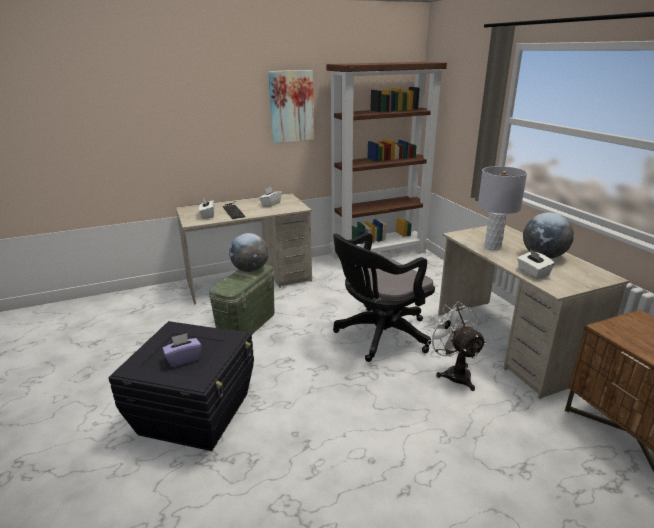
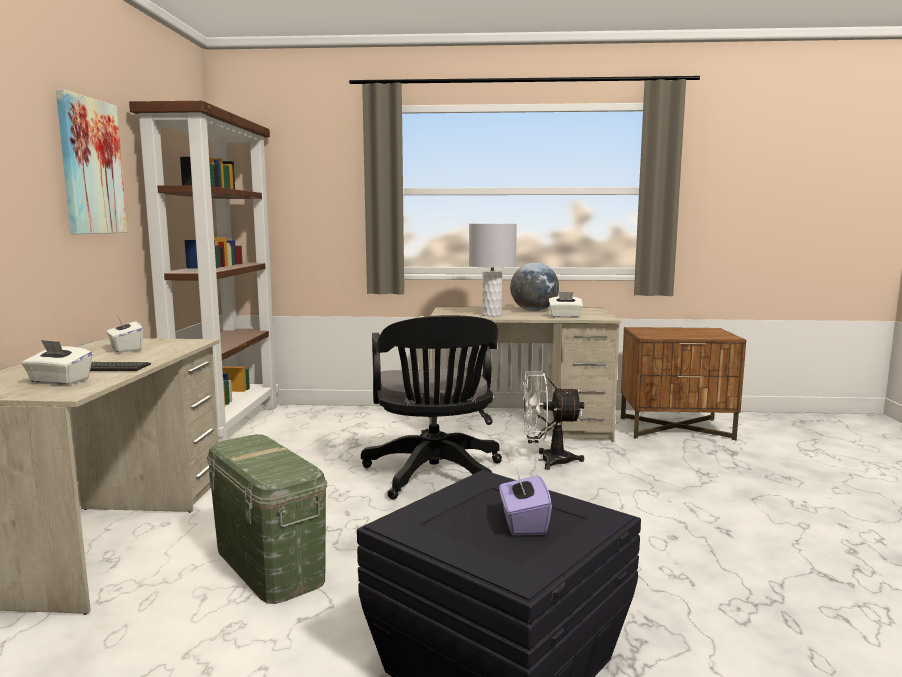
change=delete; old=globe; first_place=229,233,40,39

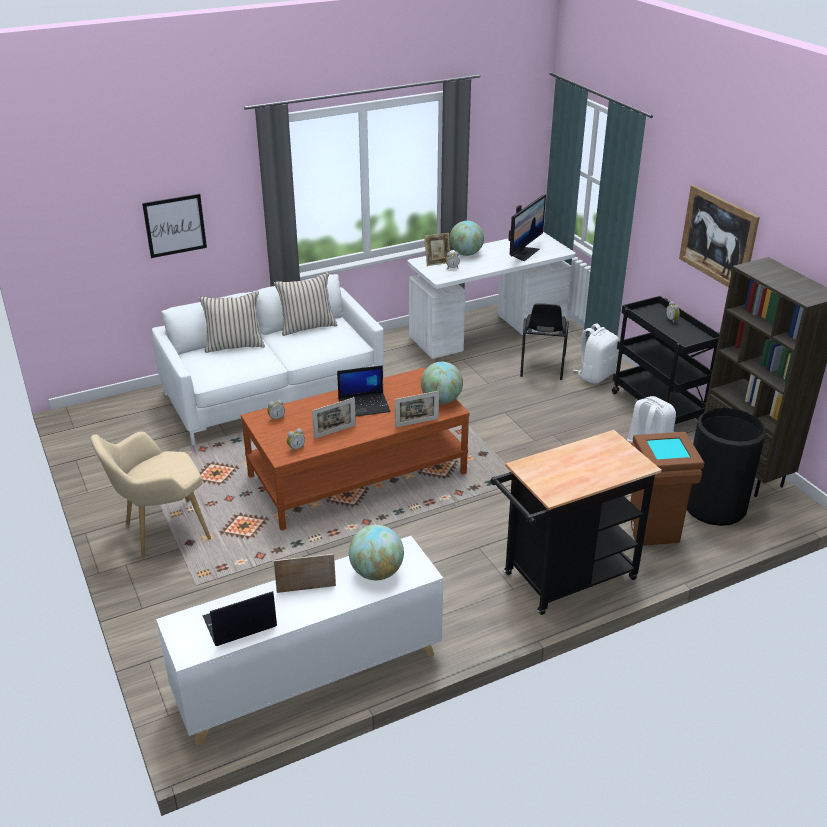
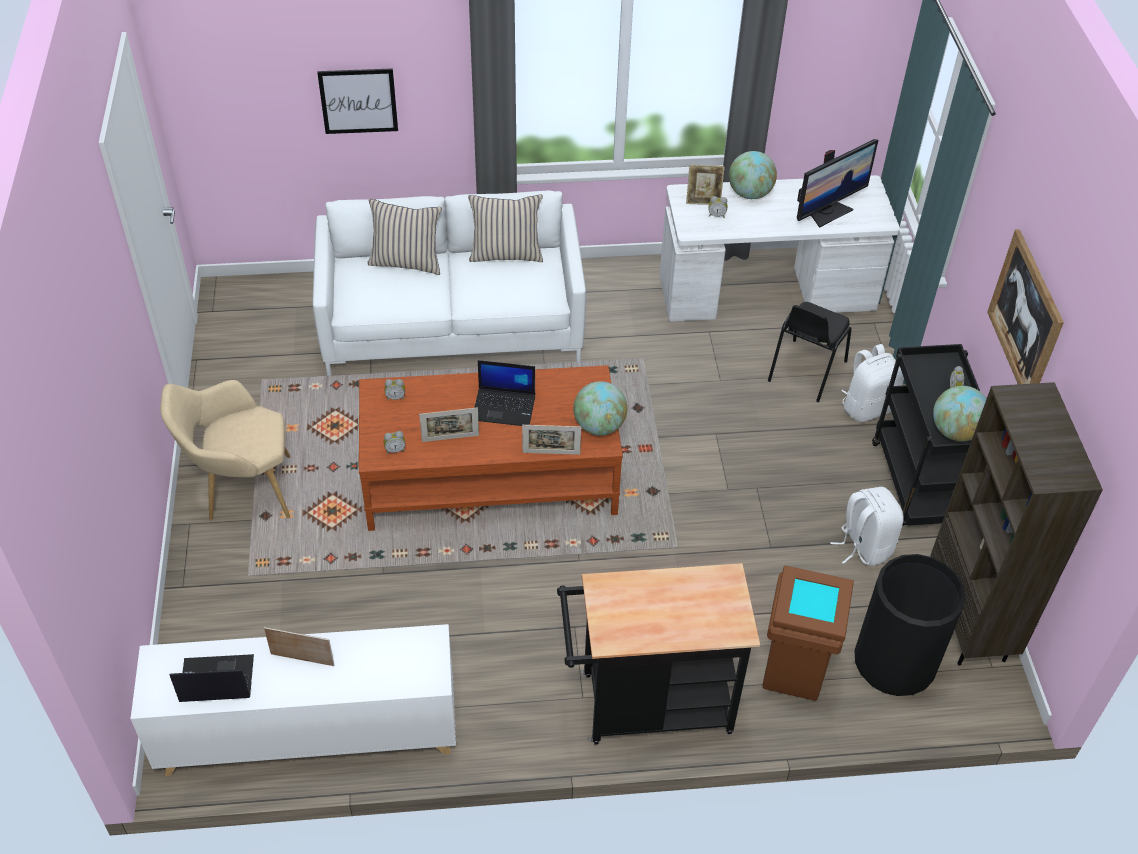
change=move; old=globe; first_place=349,525,55,55; second_place=933,386,54,56

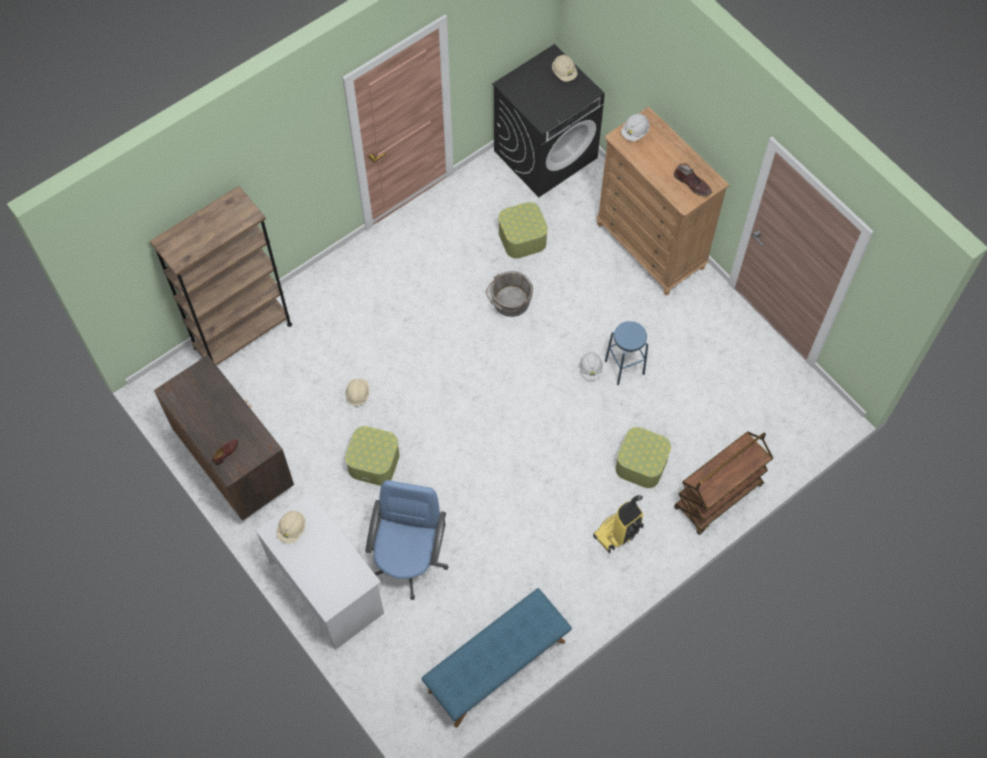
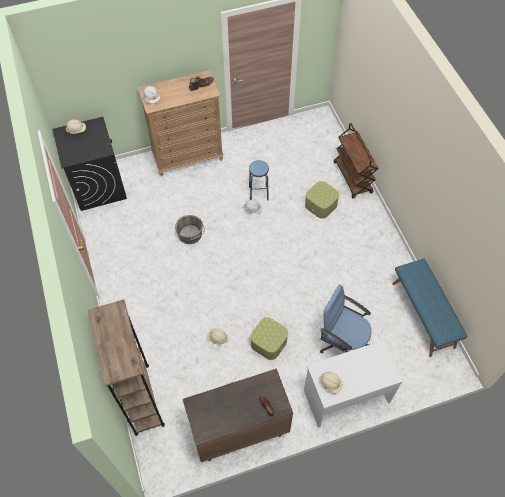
change=delete; old=boîte de rangement; first_place=498,202,50,57
change=delete; old=aspirateur; first_place=593,495,51,58

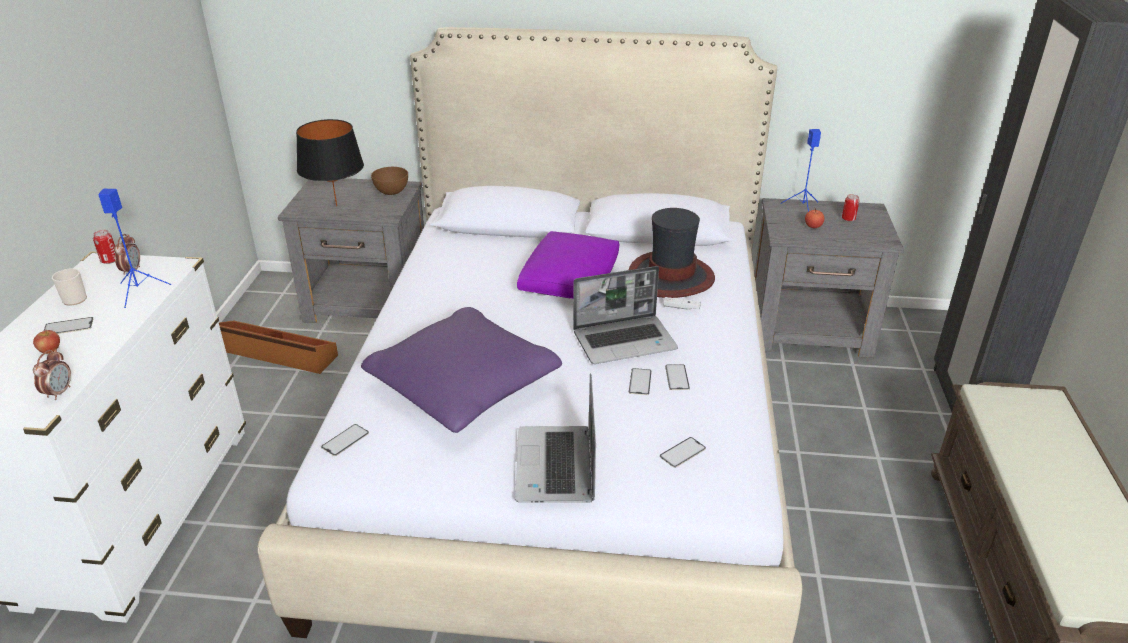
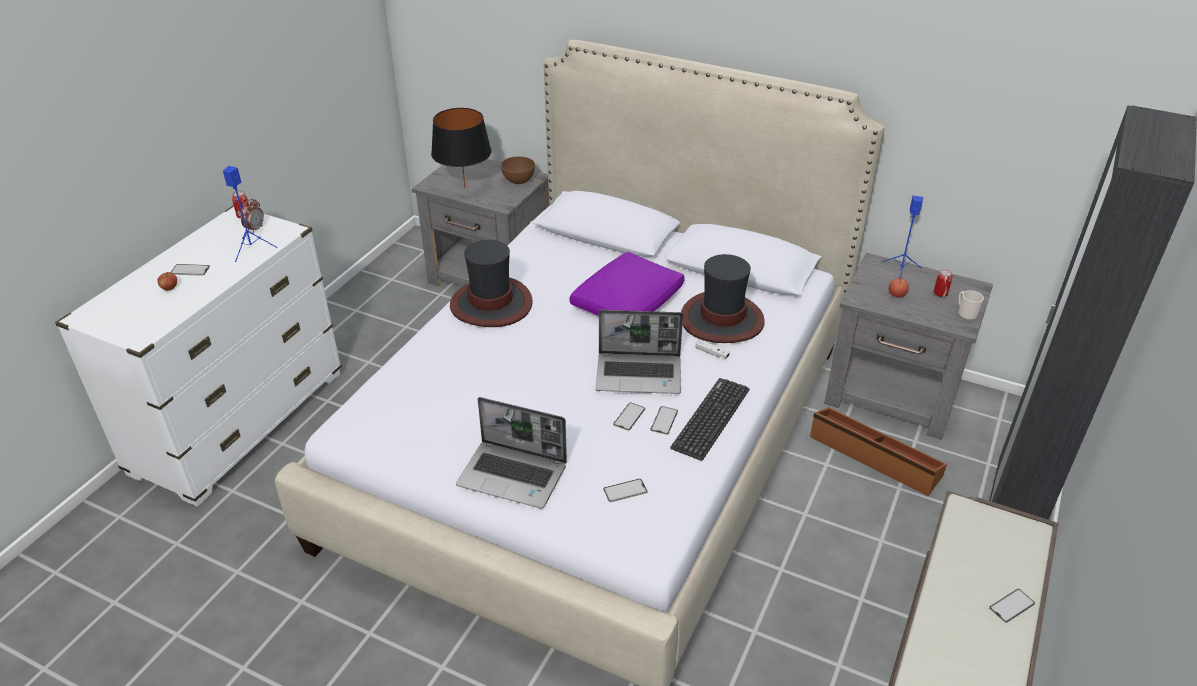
change=move; old=mug; first_place=52,268,35,38; second_place=959,290,25,30
change=delete; old=coussin (violet); first_place=361,307,201,126
change=move; old=boîte de rangement (marron); first_place=219,320,119,54; second_place=810,407,137,89
change=delete; old=réveil; first_place=33,349,38,51
change=rotate; old=ordinateur portable; first_place=515,373,81,130; second_place=456,397,111,112; degrees=-90
change=move; old=téléphone; first_place=321,424,48,32; second_place=989,589,46,34
change=insert; new=chapeau; second_place=450,240,83,87
change=insert; new=clavier; second_place=670,378,80,83

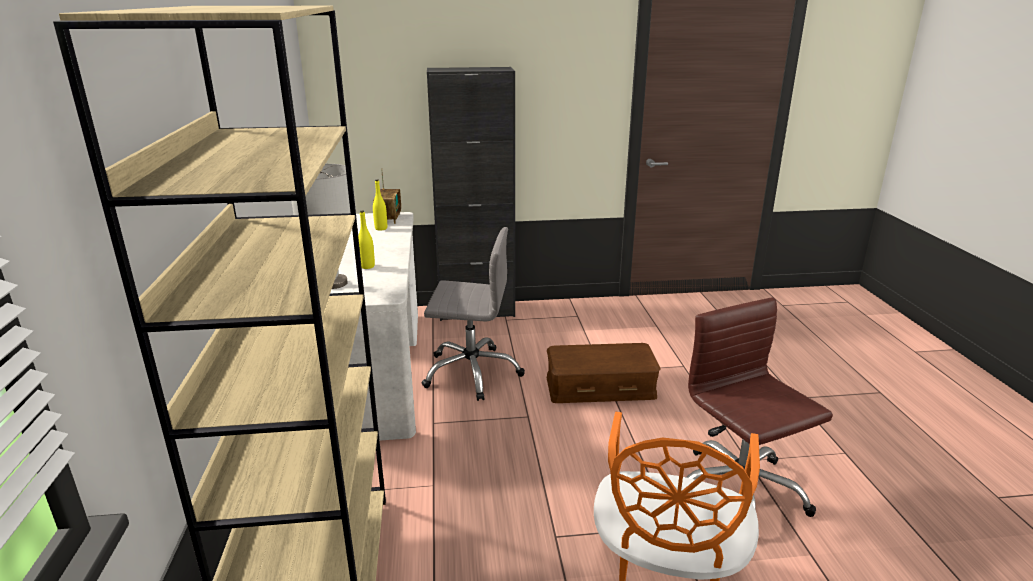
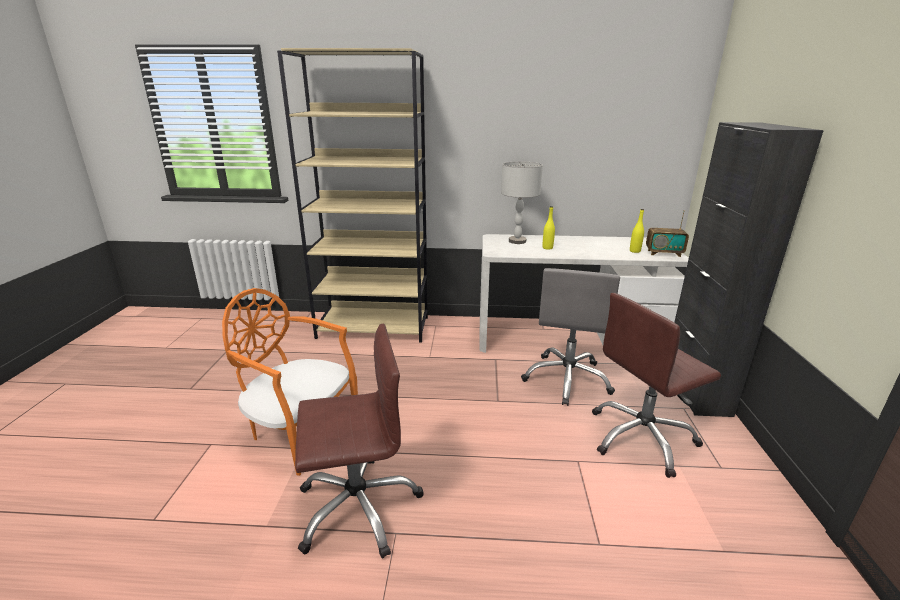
change=delete; old=boîte de rangement (marron); first_place=547,343,114,60
change=insert; new=chaise de bureau (marron); second_place=592,293,129,185

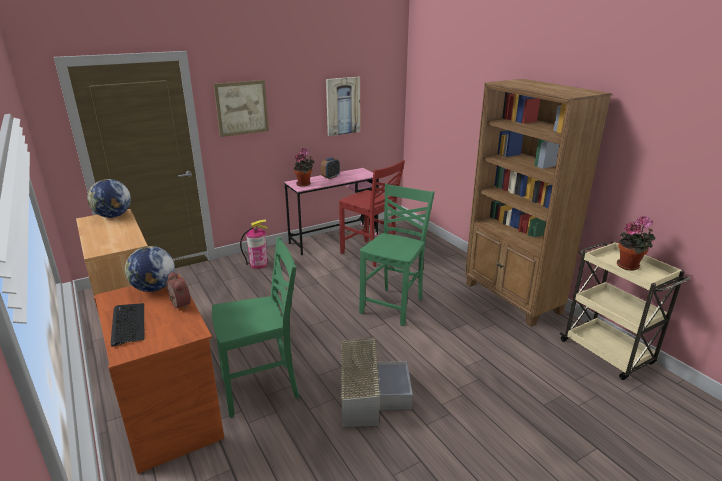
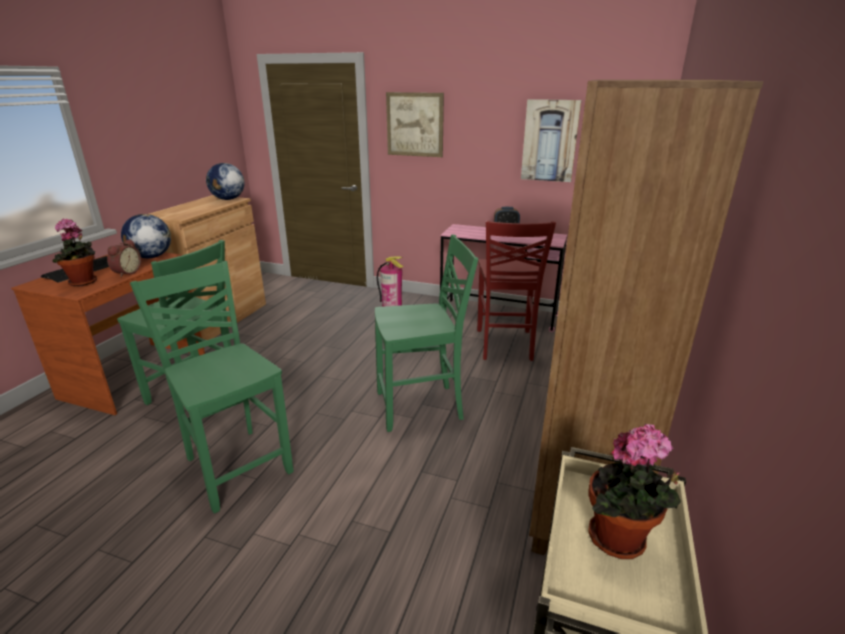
change=move; old=plante en pot; first_place=294,148,20,39; second_place=52,219,45,67
change=replace; old=boîte de rangement (gris); new=chaise (vert); first_place=341,338,72,89; second_place=130,261,163,253

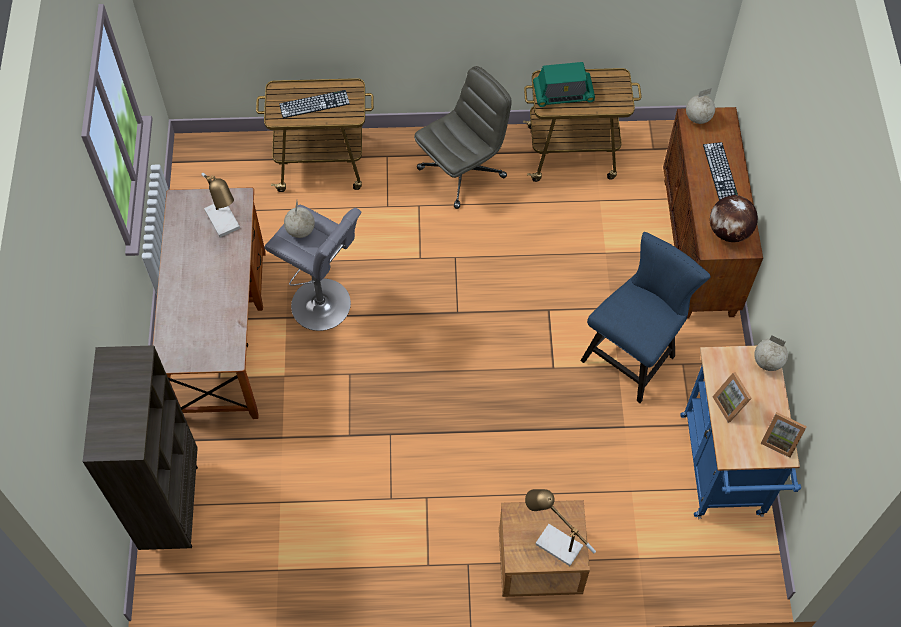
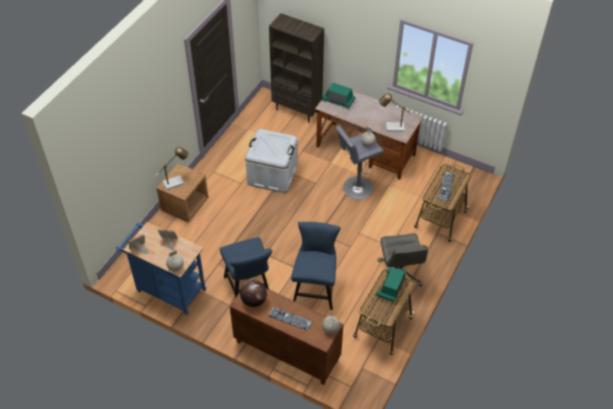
change=insert; new=radio; second_place=322,83,33,26
change=insert; new=boîte de rangement (blanc); second_place=245,129,53,64
change=insert; new=chaise (bleu); second_place=291,222,50,88

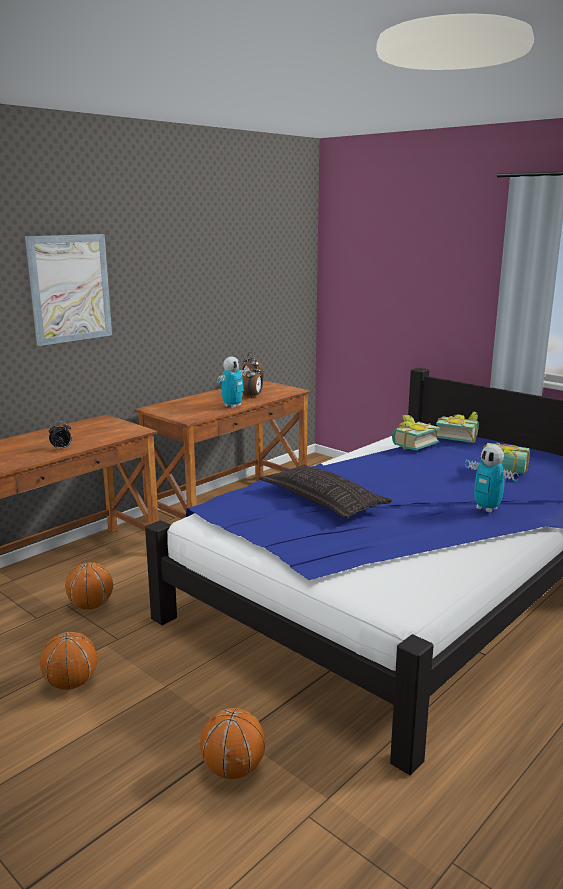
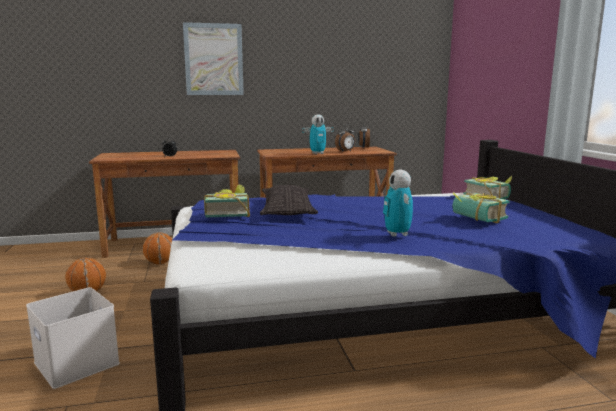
change=move; old=livre; first_place=392,415,48,35; second_place=204,184,46,34
change=replace; old=ballon de basket; new=boîte de rangement (blanc); first_place=200,708,65,71; second_place=26,287,94,102

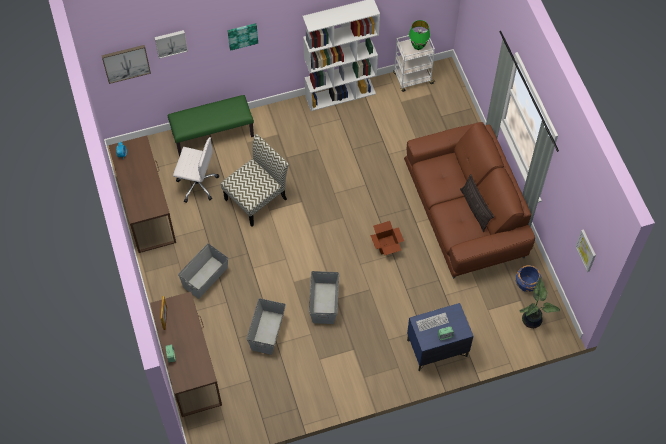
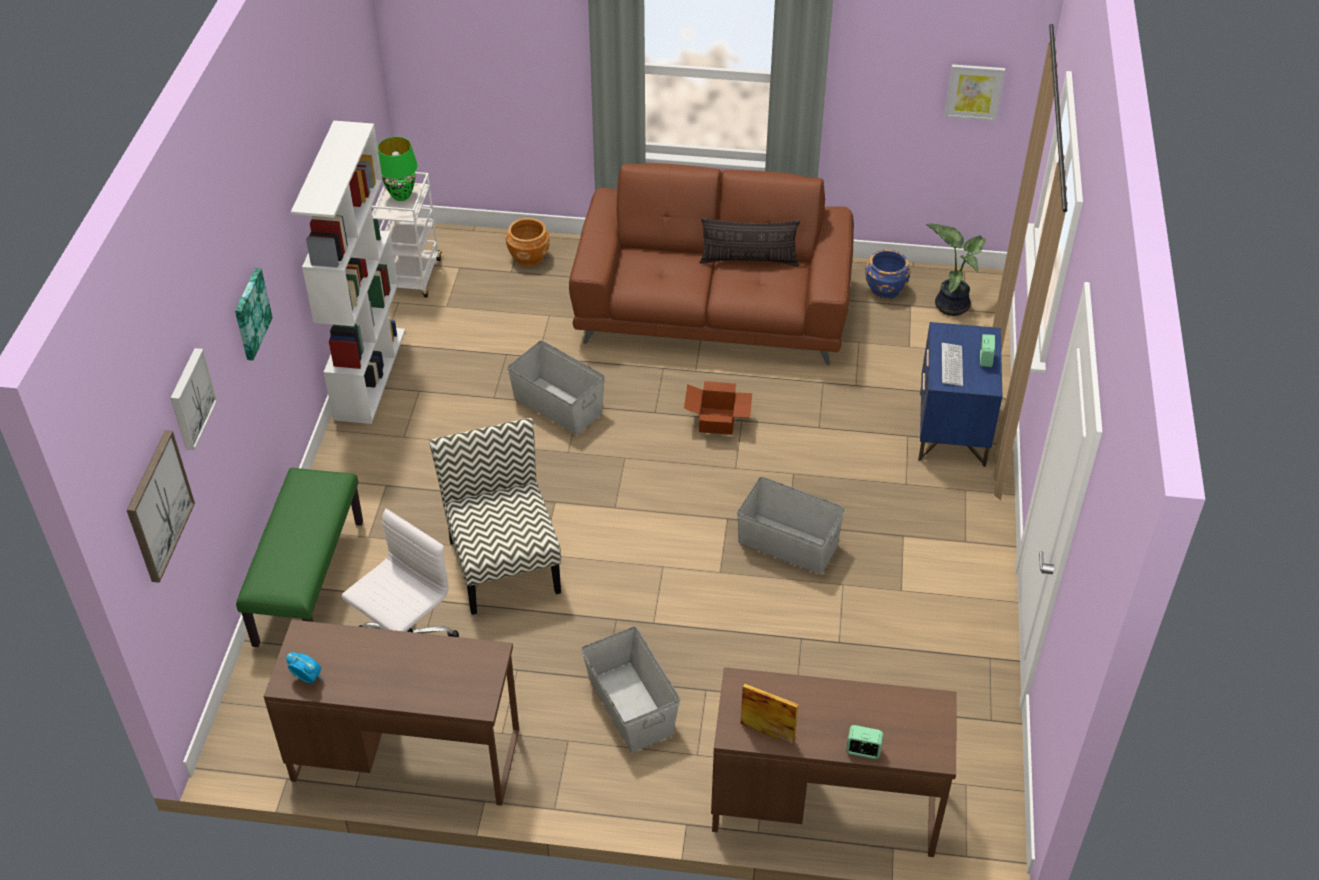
change=move; old=boîte de rangement (gris); first_place=247,298,39,57; second_place=507,340,98,95
change=insert; new=cache-pot (marron); second_place=506,218,44,49

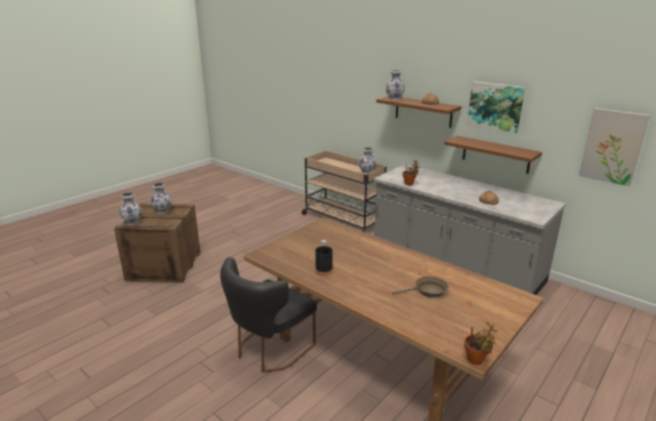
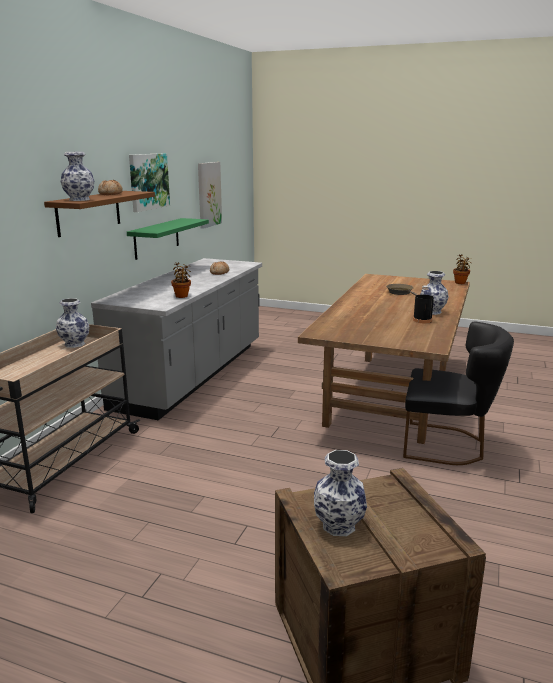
change=recolor; old=étagère (marron); new=étagère (vert); first_place=445,136,97,38; second_place=127,218,82,42
change=move; old=vase; first_place=119,192,23,33; second_place=420,271,29,44

